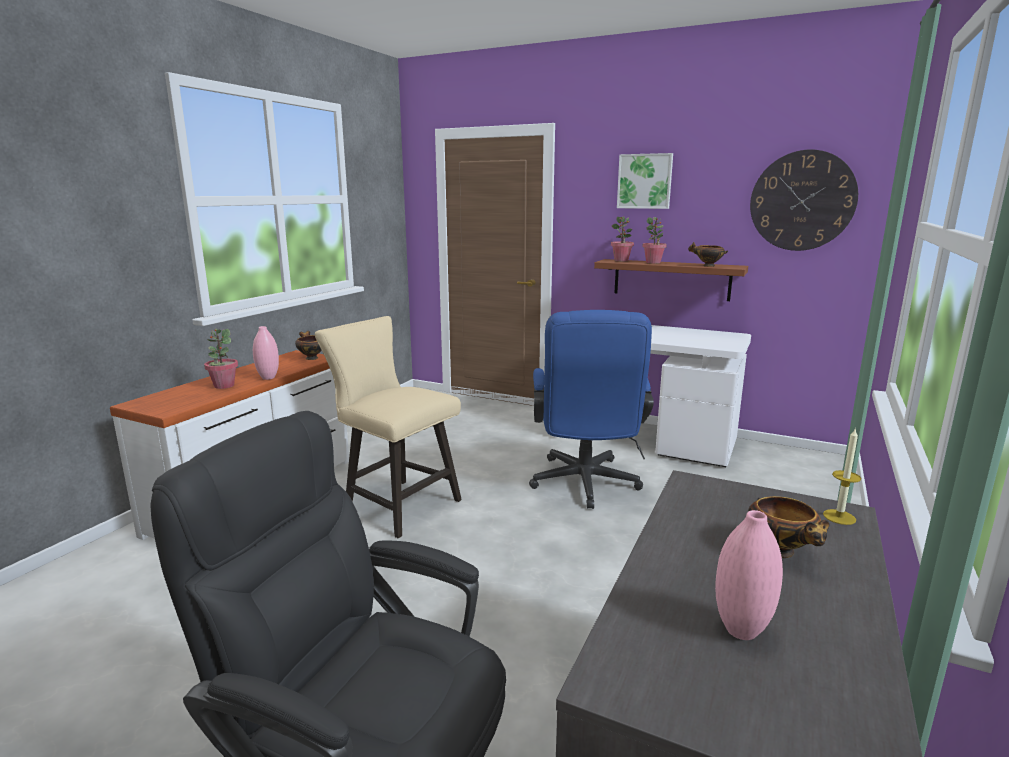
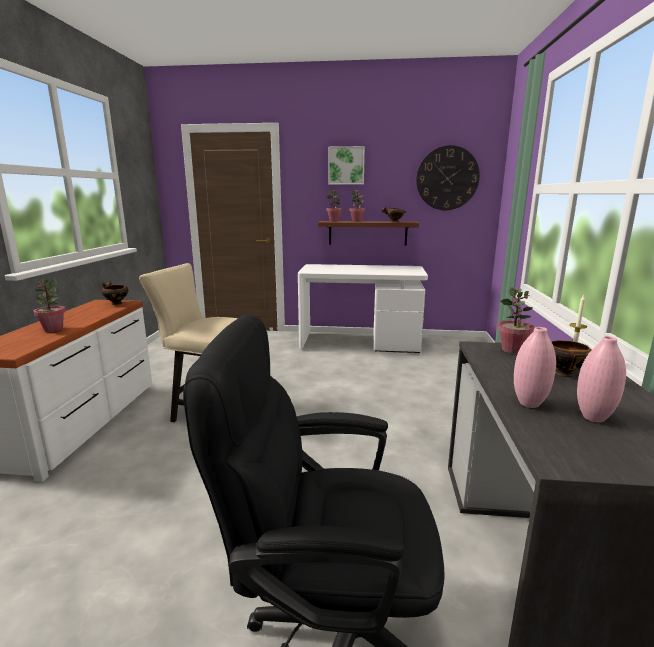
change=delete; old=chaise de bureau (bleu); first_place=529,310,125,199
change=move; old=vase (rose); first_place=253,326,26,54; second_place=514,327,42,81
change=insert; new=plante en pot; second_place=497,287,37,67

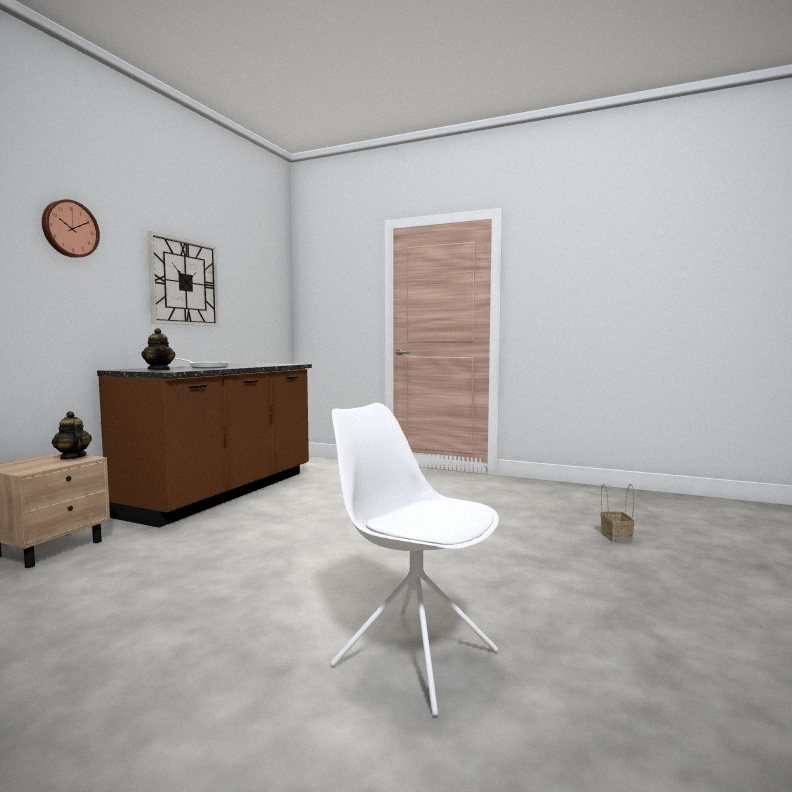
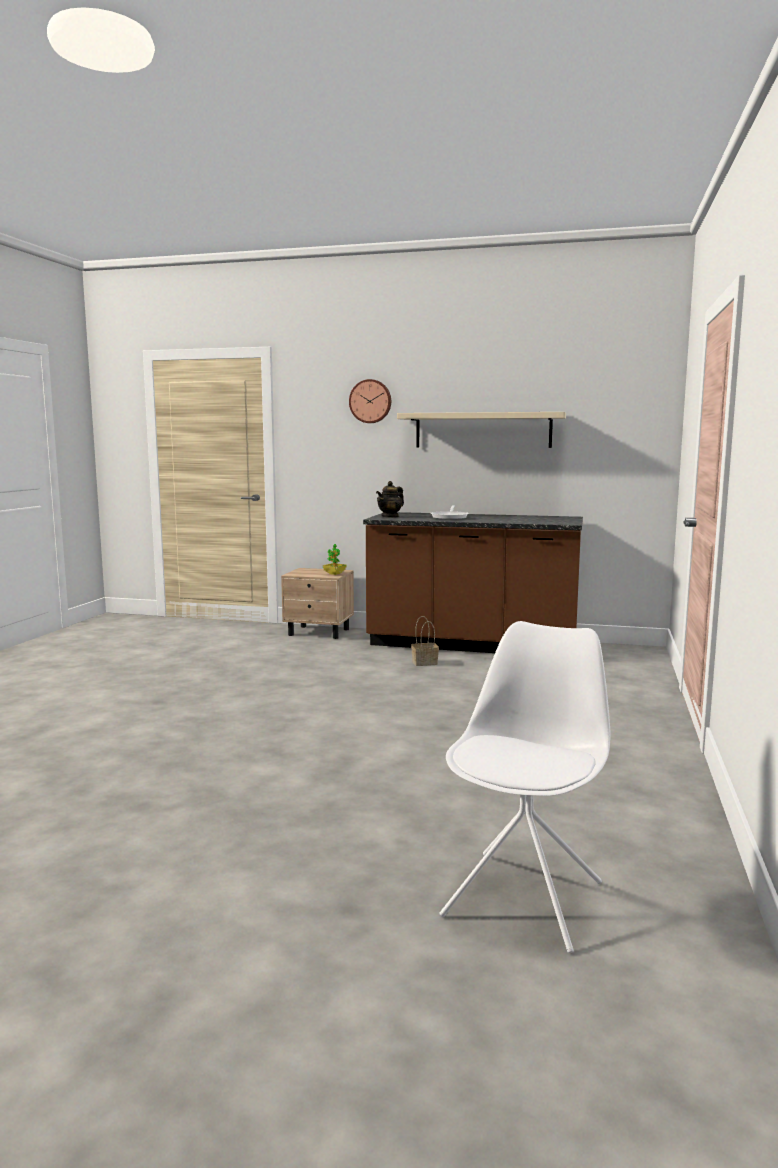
change=replace; old=horloge murale; new=étagère (beige); first_place=147,231,72,95; second_place=397,412,169,36
change=move; old=chaise (blanc); first_place=330,403,169,313; second_place=440,621,171,332
change=replace; old=théière; new=plante en pot; first_place=52,411,40,49; second_place=323,544,24,31
change=move; old=panier; first_place=601,484,33,58; second_place=411,616,28,50

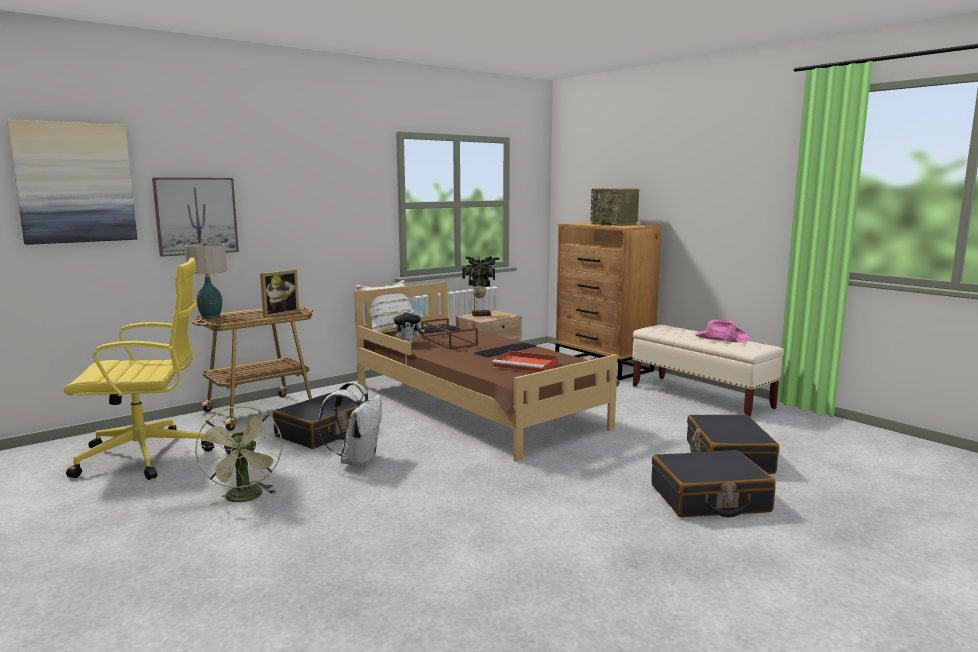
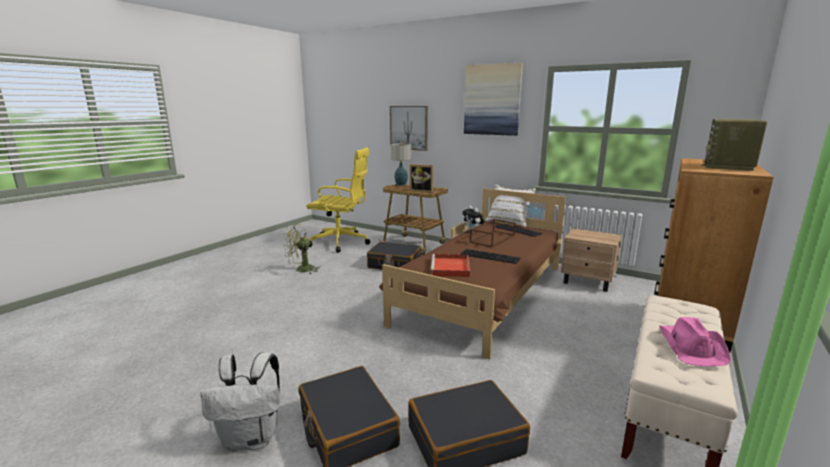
change=move; old=tableau; first_place=7,119,130,126; second_place=464,63,59,73
change=delete; old=plante en pot; first_place=463,256,36,60
change=rotate; old=chaise de bureau (jaune); first_place=64,257,150,223; second_place=306,147,64,106; degrees=-45
change=move; old=sac à dos (blanc); first_place=318,382,64,85; second_place=201,352,79,99

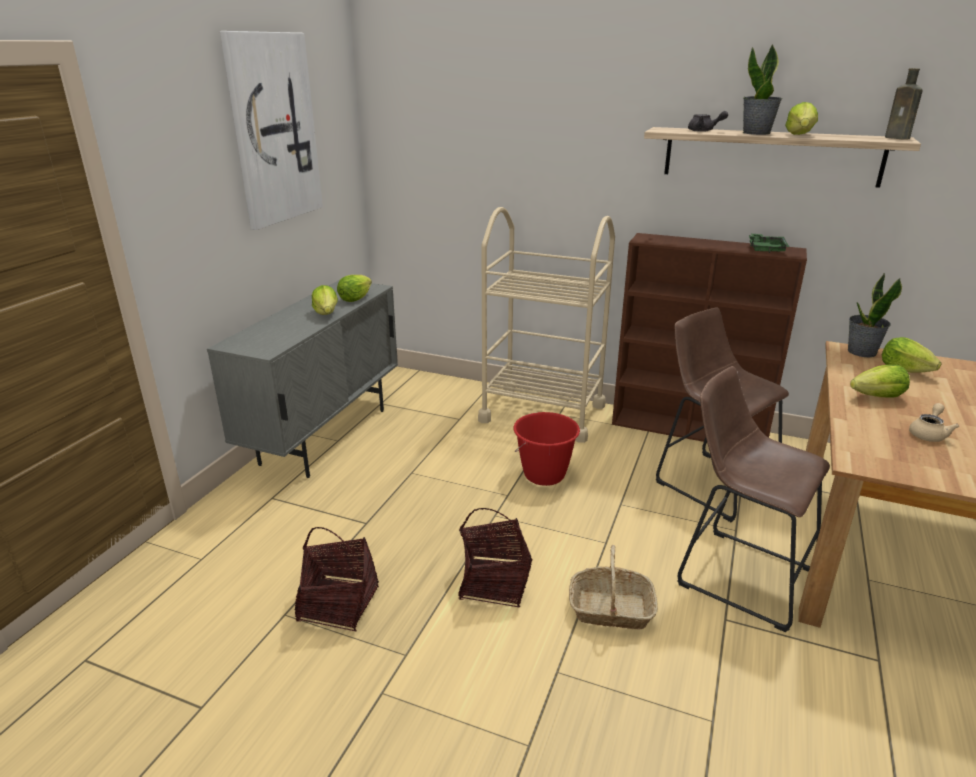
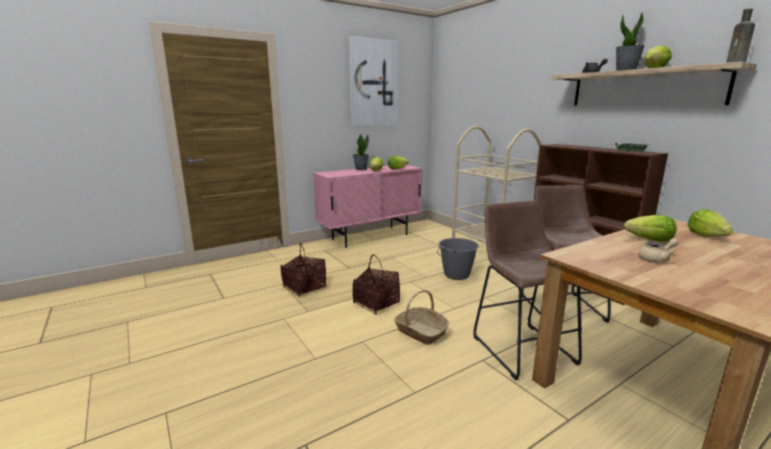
change=move; old=plante en pot; first_place=848,273,54,84; second_place=353,134,16,36
change=recolor; old=meuble de rangement (gris); new=meuble de rangement (rose); first_place=207,280,191,198; second_place=313,165,110,83
change=recolor; old=seau (rouge); new=seau (gris); first_place=513,412,67,74; second_place=437,238,42,42

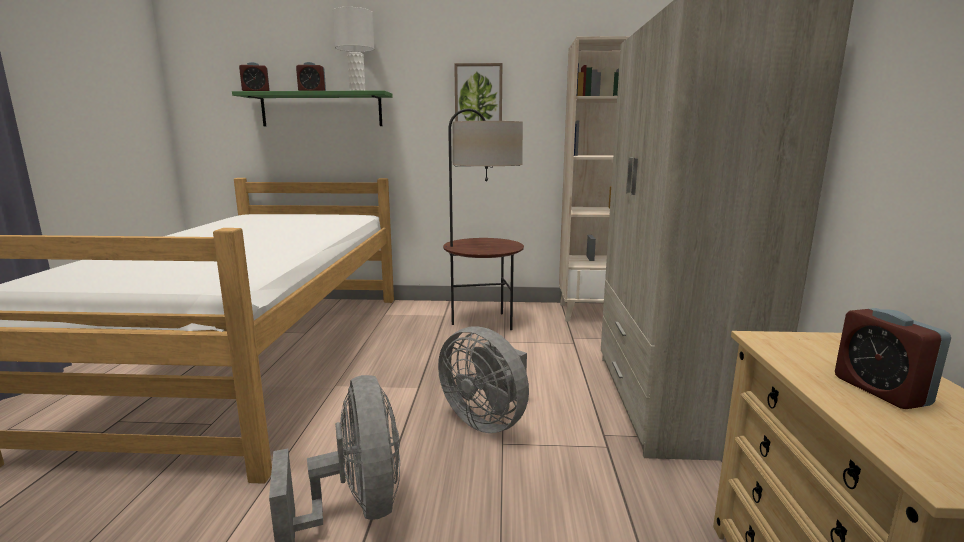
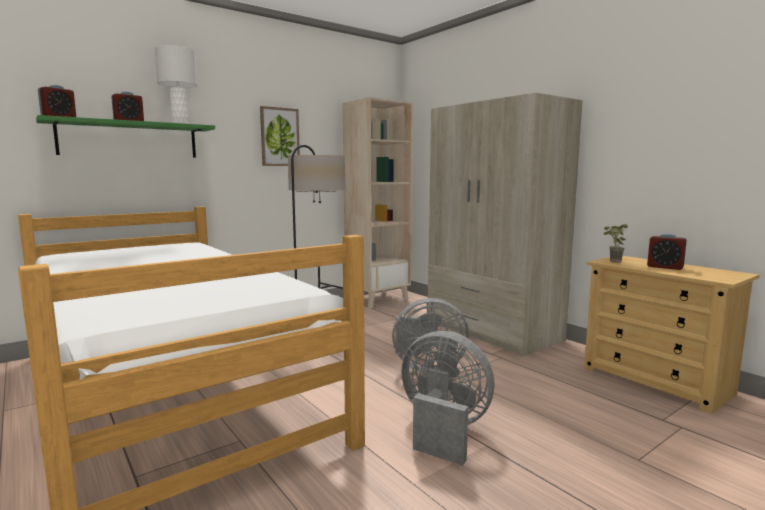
change=insert; new=plante en pot; second_place=603,224,25,39

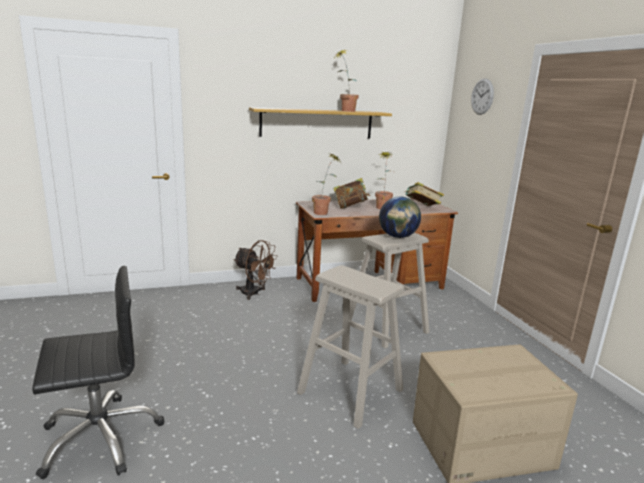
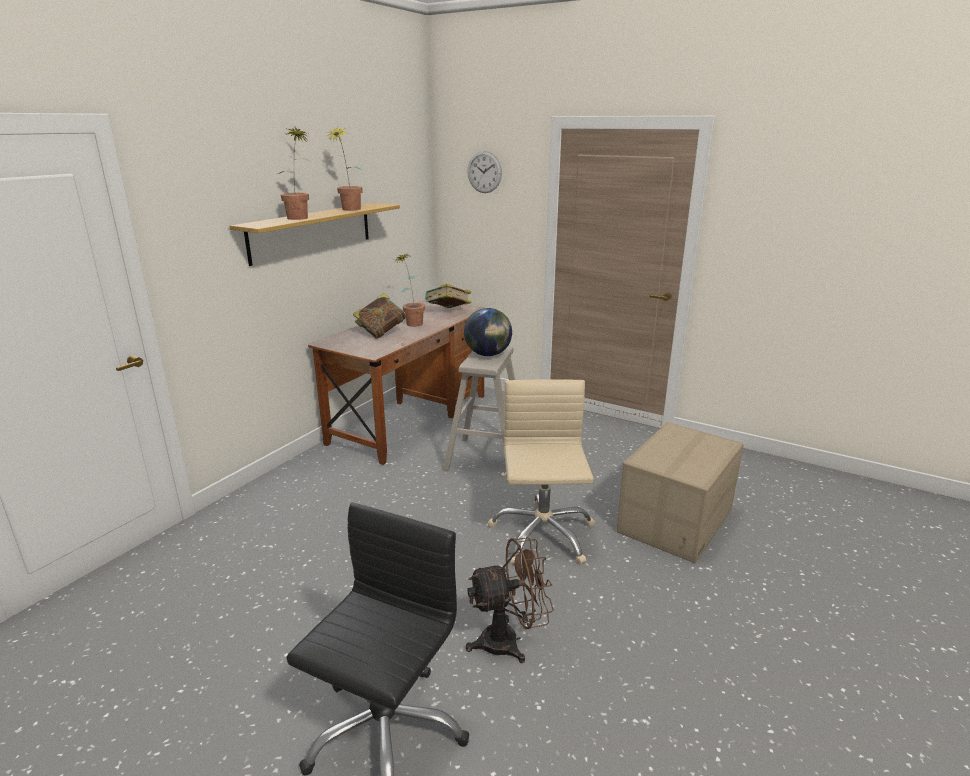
change=move; old=plante en pot; first_place=312,153,28,62; second_place=278,127,32,93
change=move; old=ventilateur (marron); first_place=233,240,45,60; second_place=466,537,88,126
change=replace; old=tabouret (beige); new=chaise de bureau (beige); first_place=297,265,108,164; second_place=488,380,107,185

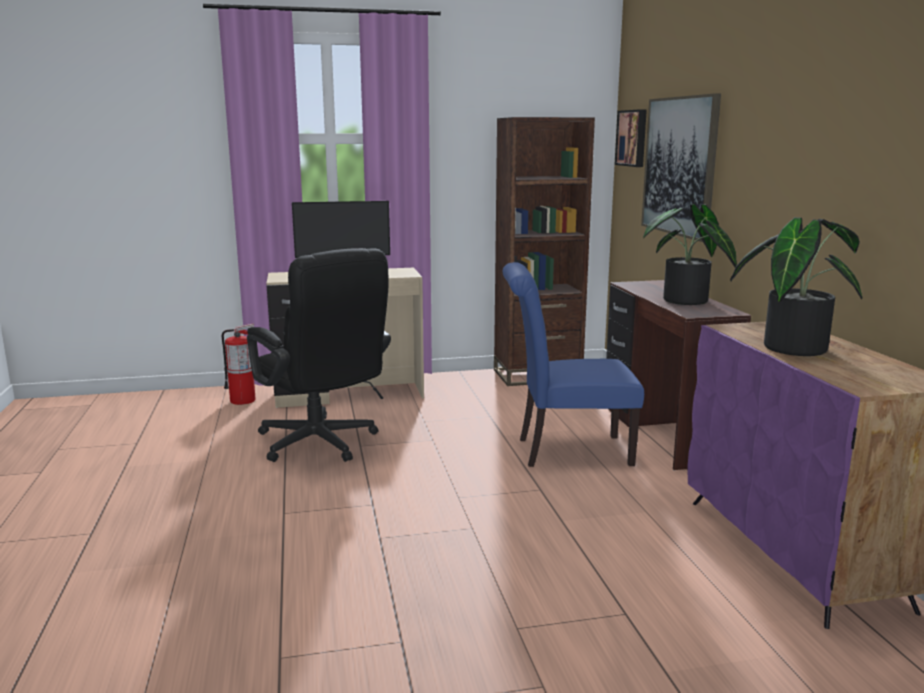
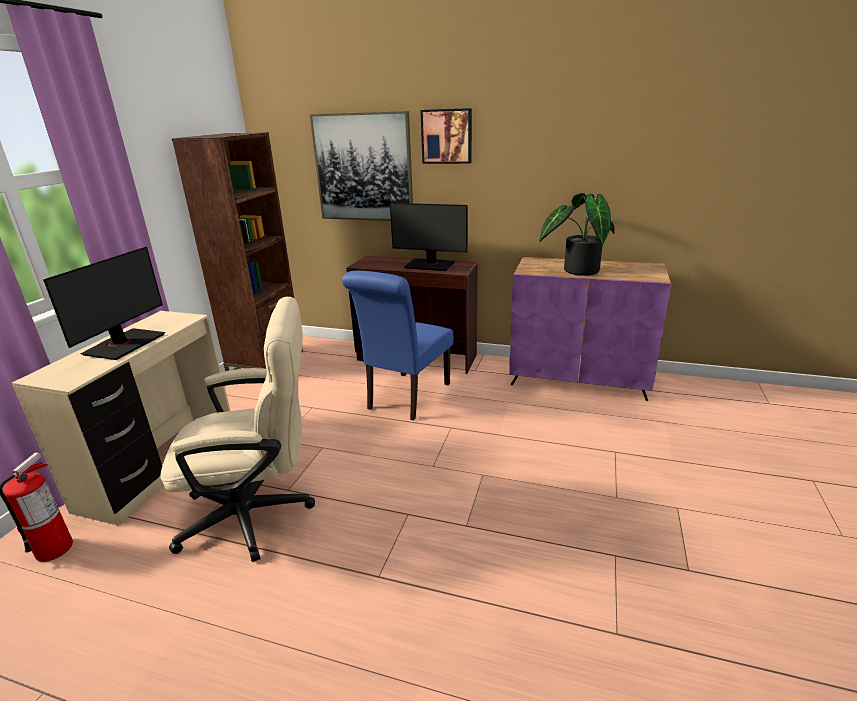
change=move; old=tableau; first_place=615,109,32,58; second_place=420,108,52,56
change=replace; old=plante en pot; new=écran d'ordinateur; first_place=643,204,94,101; second_place=390,203,78,68
change=recolor; old=chaise de bureau (noir); new=chaise de bureau (beige); first_place=247,248,144,214; second_place=161,297,154,265

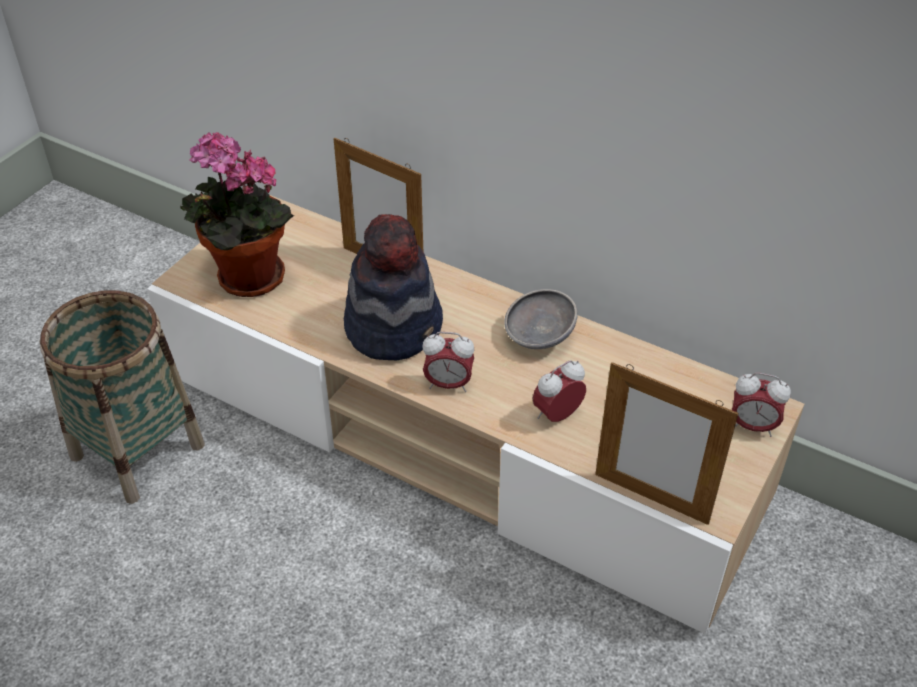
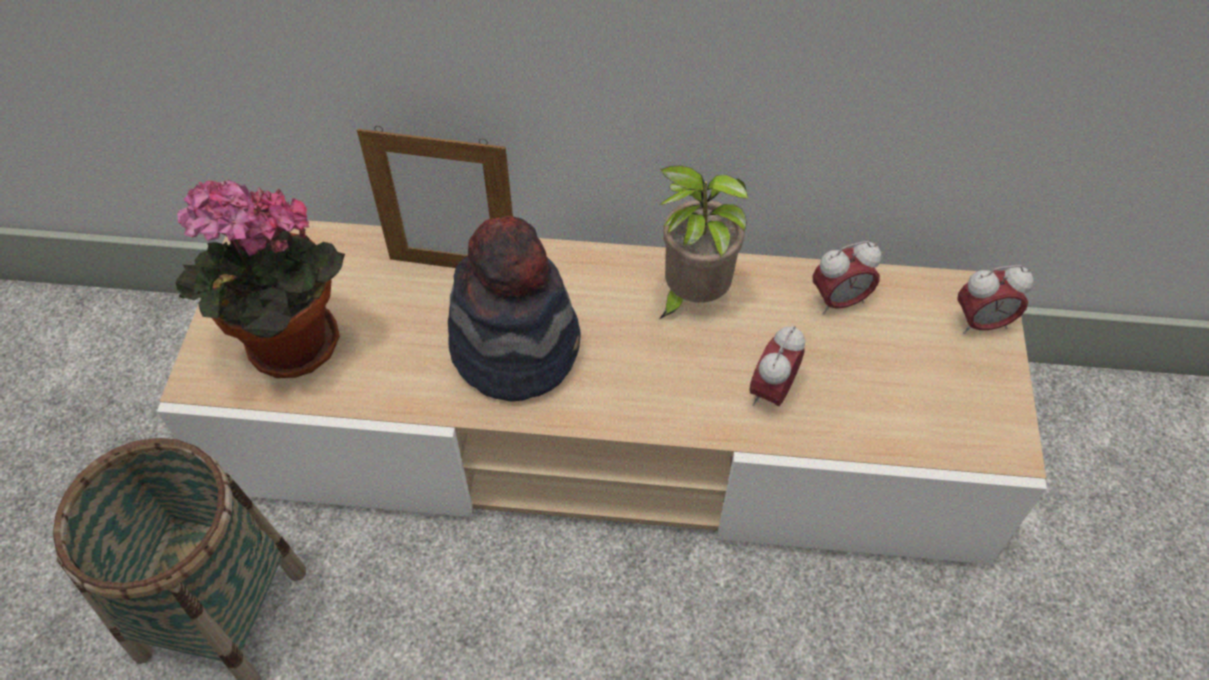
change=replace; old=bol (gris); new=plante en pot; first_place=504,289,74,60; second_place=659,166,89,153
change=move; old=réveil; first_place=423,332,51,60; second_place=813,241,68,73
change=delete; old=cadre photo; first_place=595,362,144,163

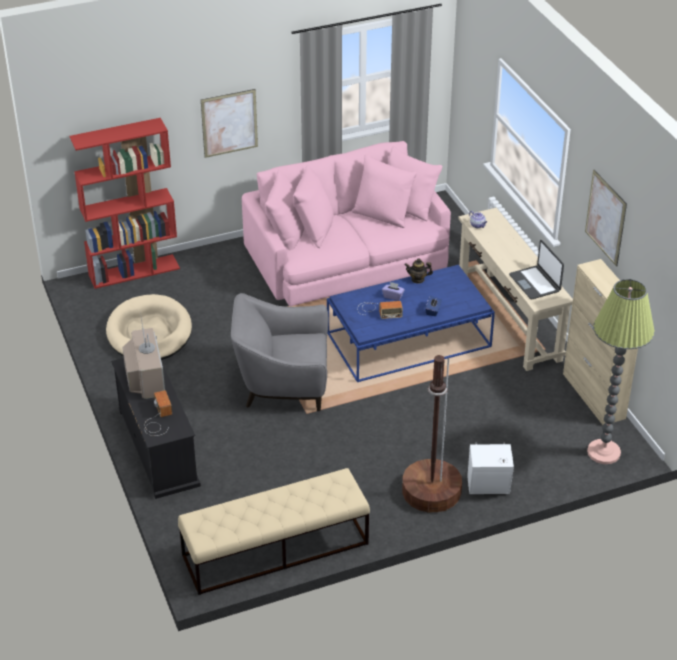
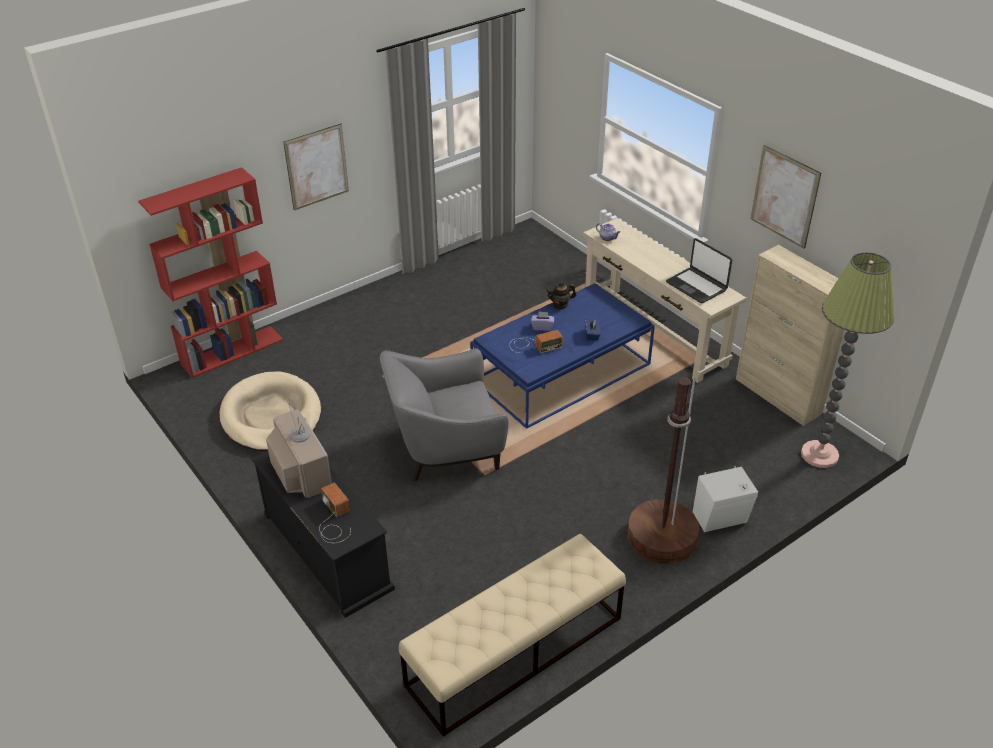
change=delete; old=canapé (rose); first_place=242,141,209,165

